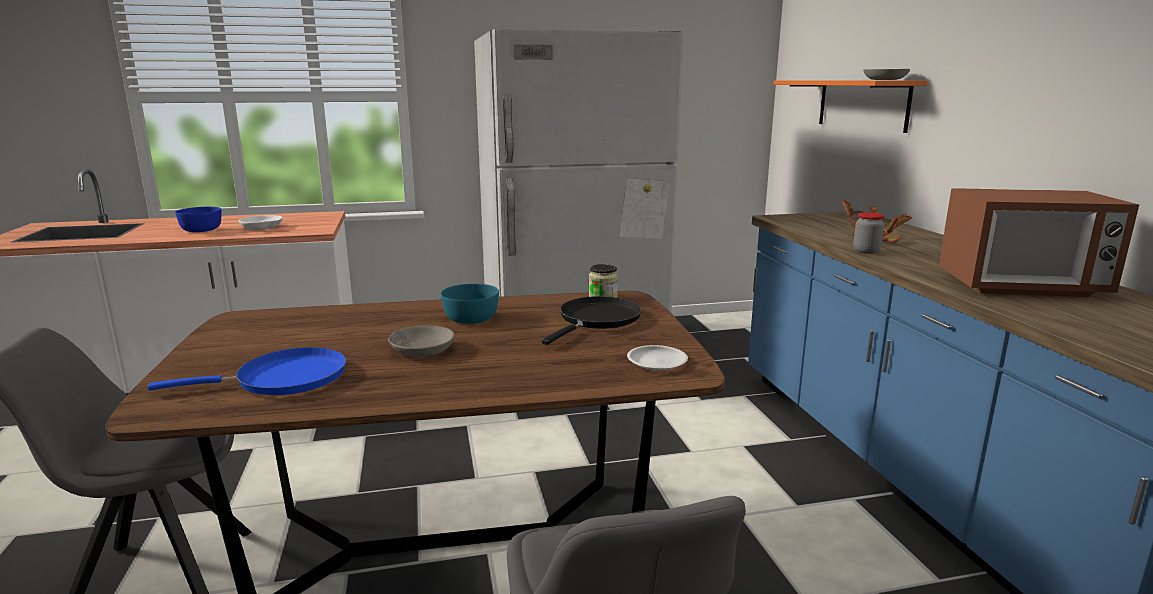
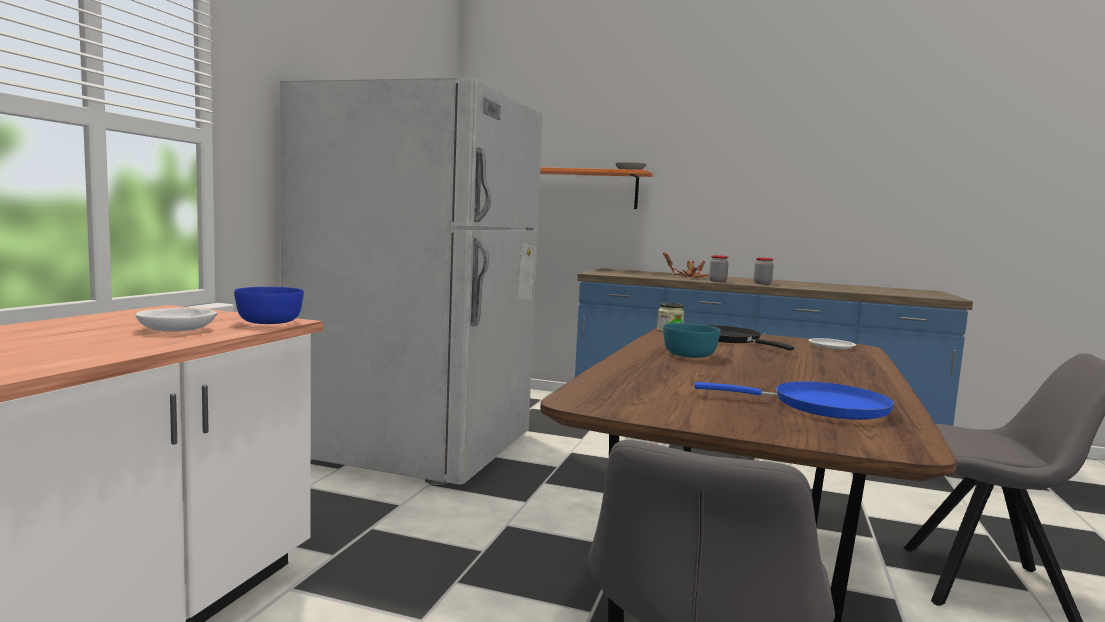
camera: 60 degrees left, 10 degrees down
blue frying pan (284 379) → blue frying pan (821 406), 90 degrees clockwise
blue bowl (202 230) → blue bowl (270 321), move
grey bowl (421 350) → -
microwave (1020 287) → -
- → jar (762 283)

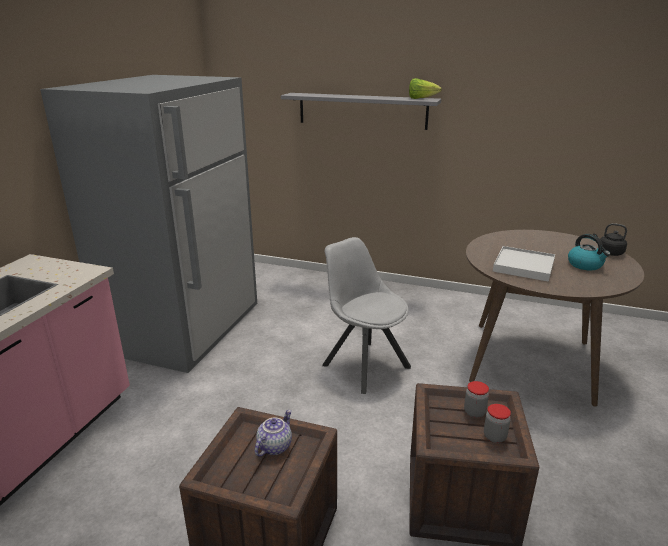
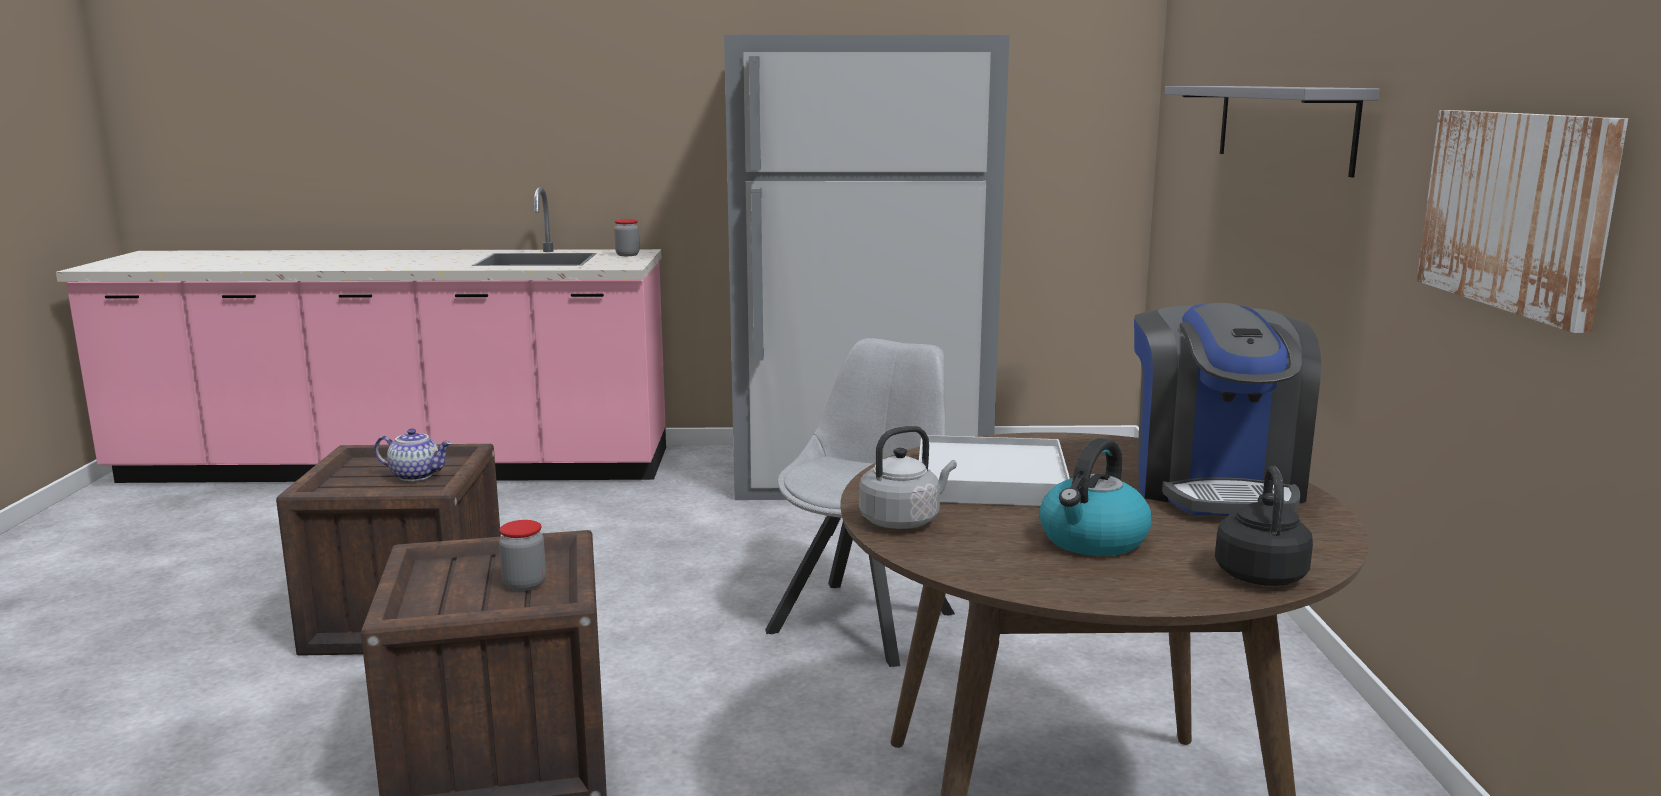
camera: 70 degrees right, 10 degrees down
lettuce (421 99) → -
jar (494 436) → jar (627 255), move
- → grey kettle (903 520)
- → coffee machine (1215 486)
- → picture (1516 210)

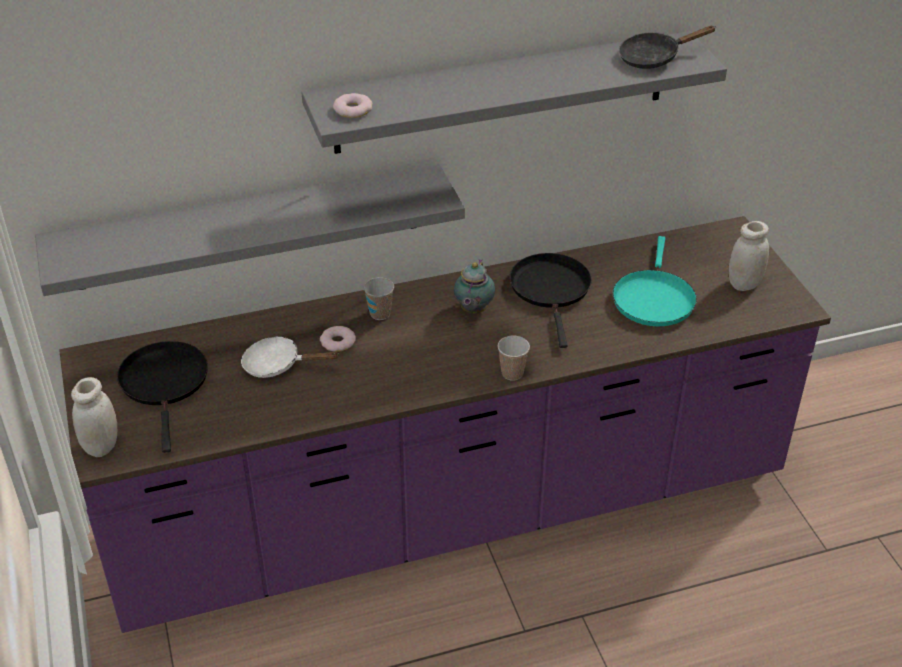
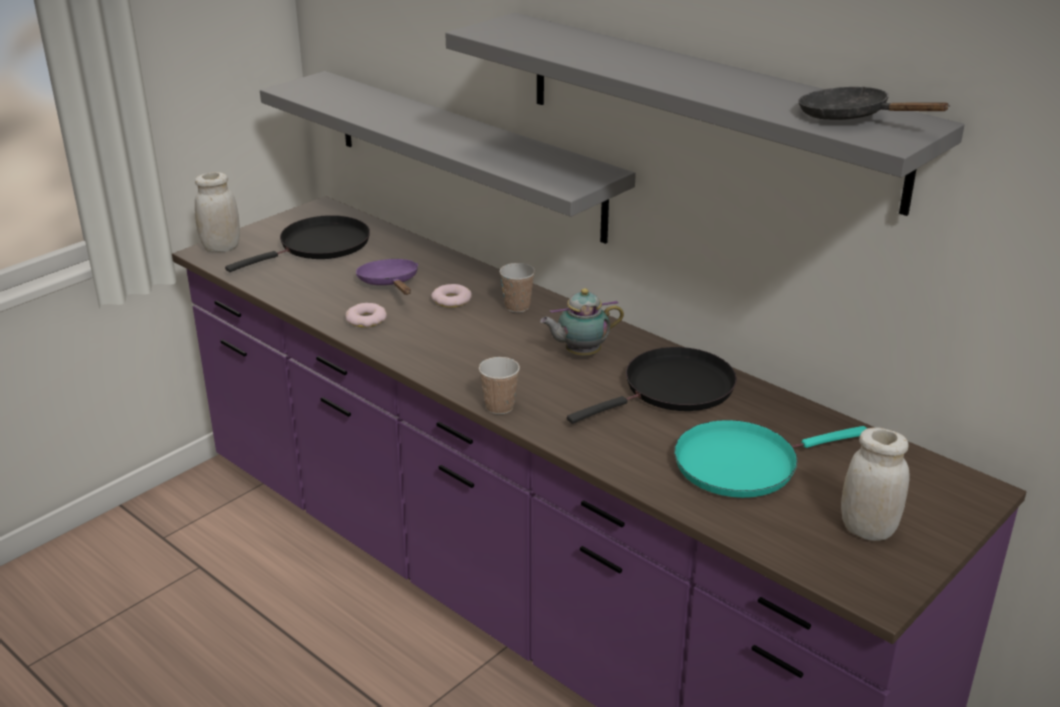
camera: 60 degrees right, 10 degrees down
white frying pan (278 365) → purple frying pan (390 283)
donut (353 109) → donut (366 319), move

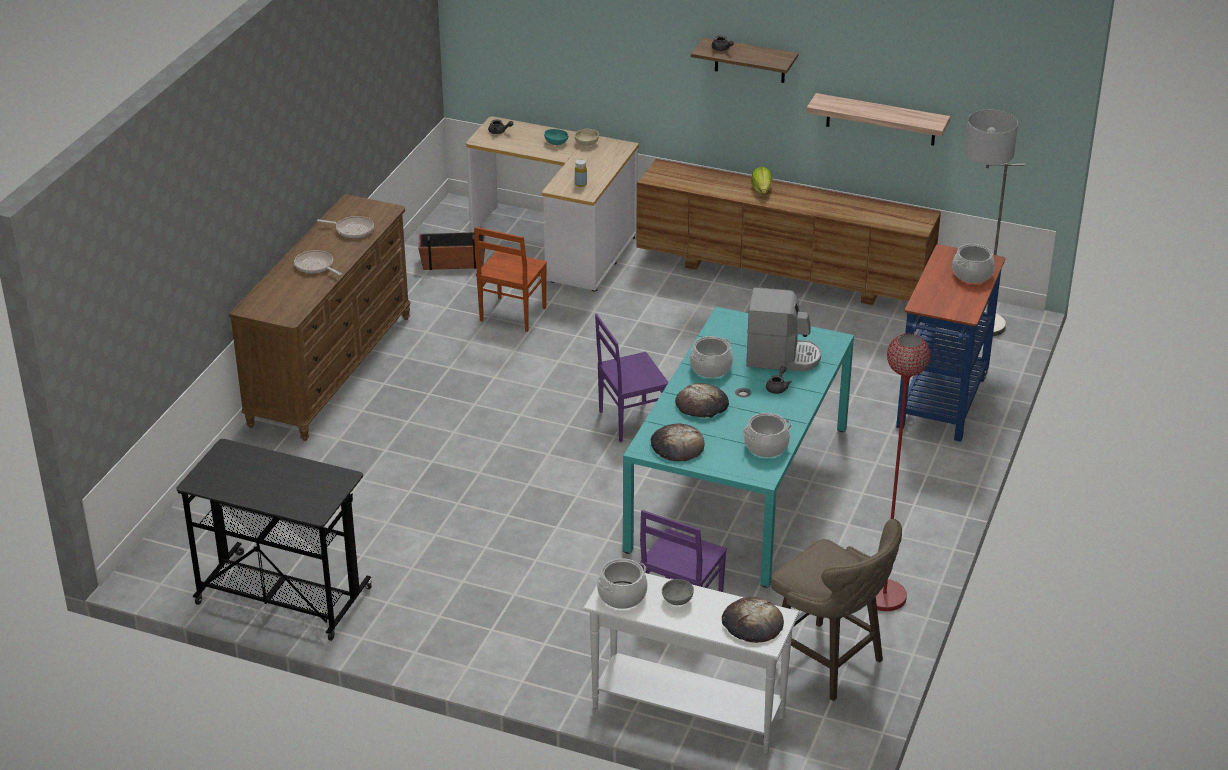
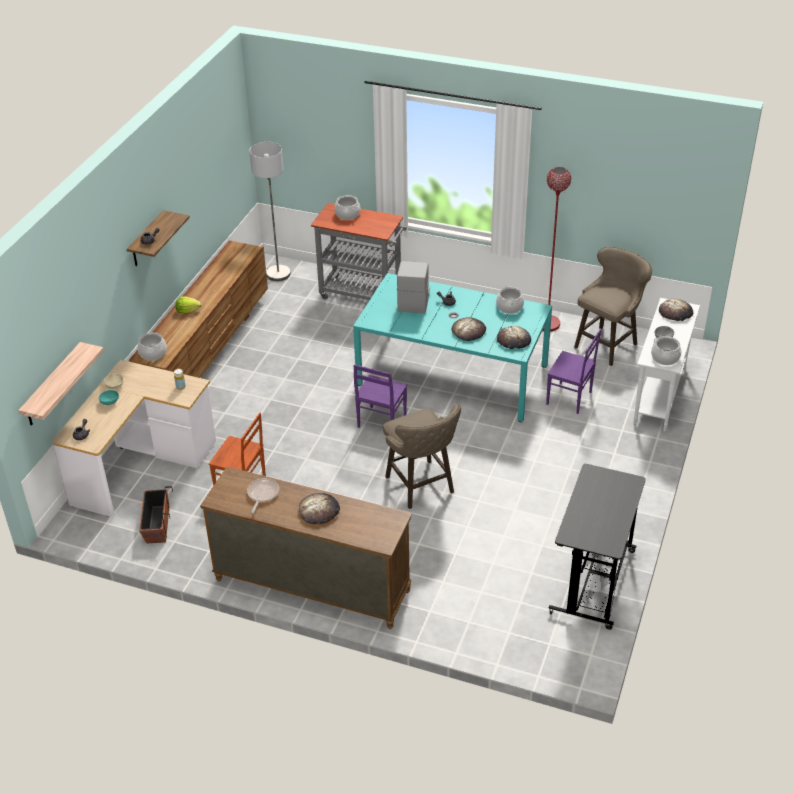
camera: 90 degrees left, 5 degrees up
frying pan (315 266) → bread (319 510)
purple chair (630 421) → purple chair (381 421), 45 degrees clockwise
cooking pot (711 368) → cooking pot (153 353), move
shelf (881 119) → shelf (52 385), move
blue cart (942 403) → grey cart (362 295)
- → beige stool (421 486)

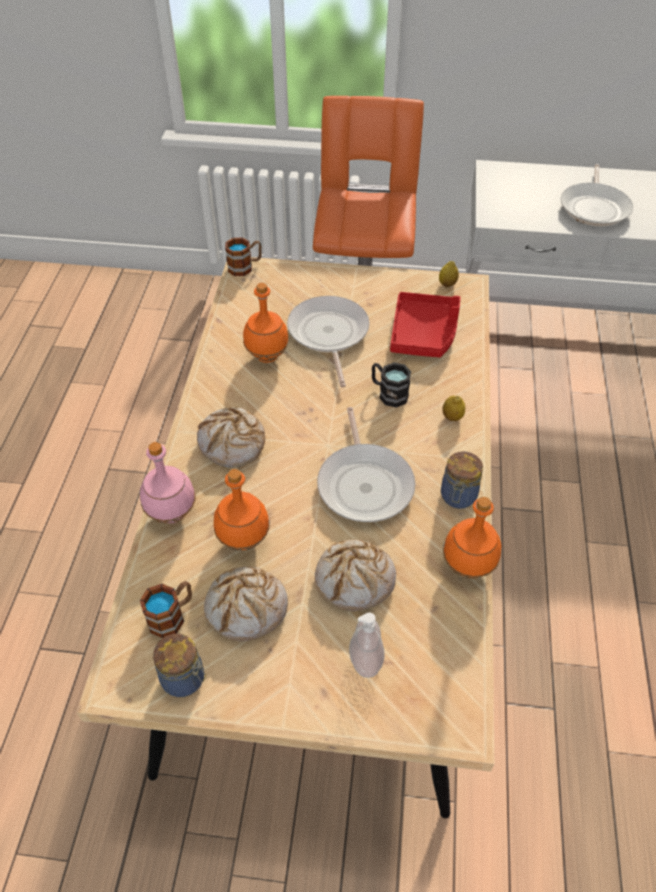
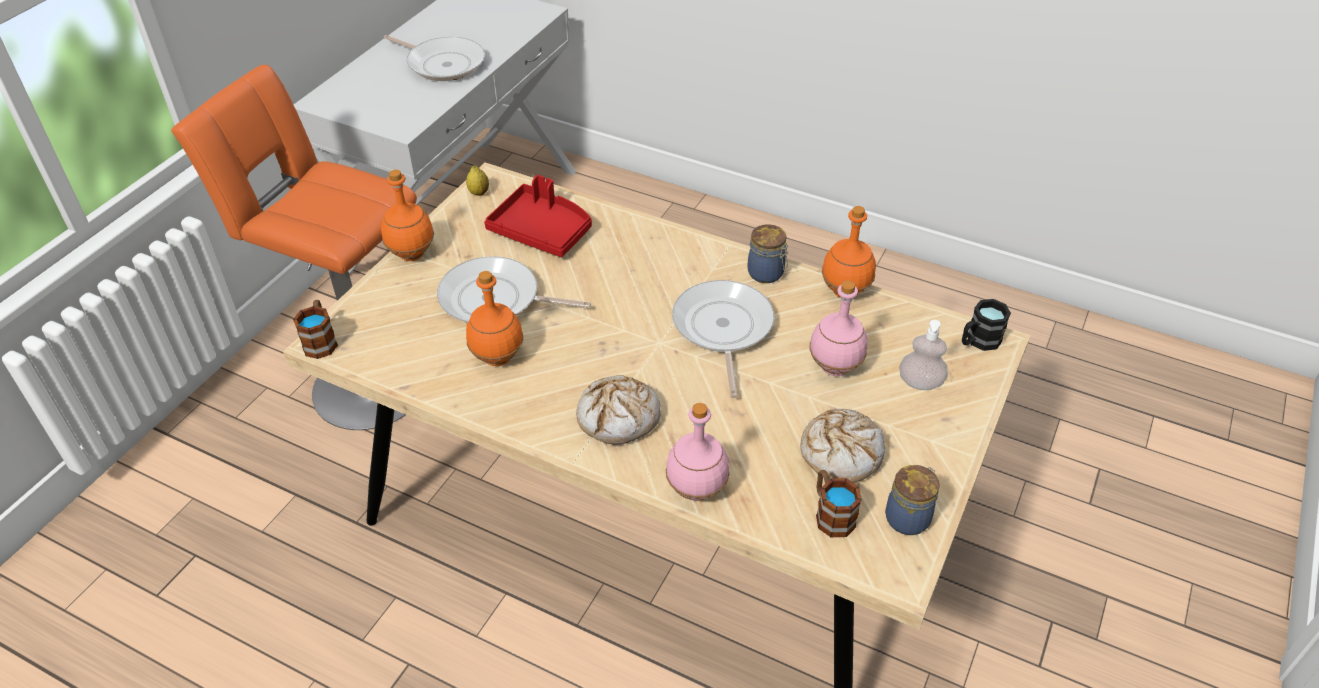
camera: 70 degrees left, 5 degrees down
orange bottle (244 540) → orange bottle (412 254), move
bread (355 580) → pink bottle (834 367)
frying pan (365 483) → frying pan (722 329), 105 degrees counterclockwise
black mug (388 393) → black mug (978 341), move
lemon (452 417) → -

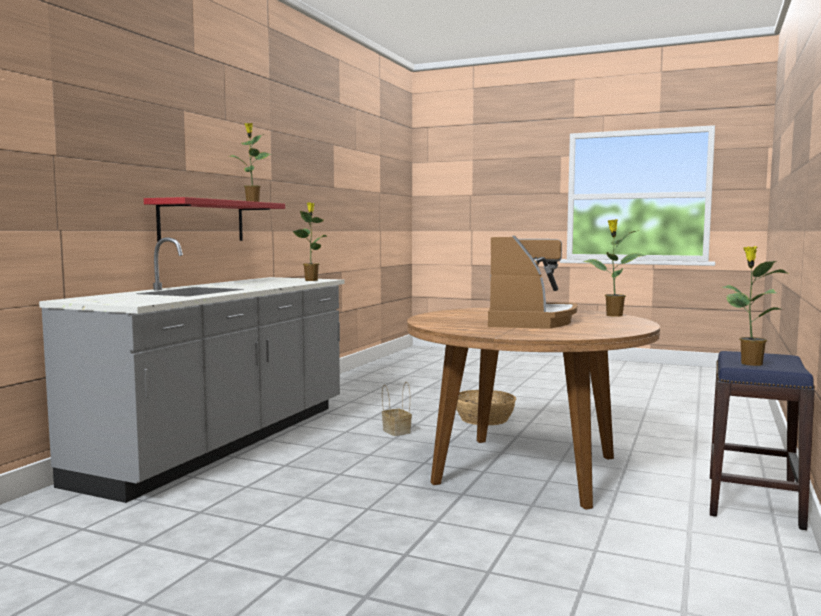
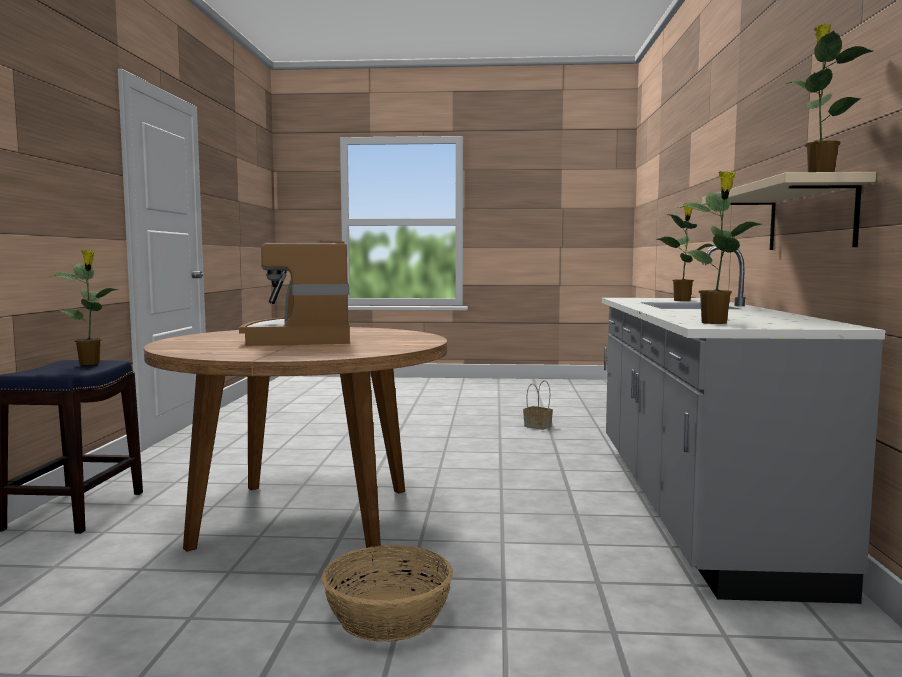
camera: 160 degrees right, 0 degrees up
red shelf (202 221) → beige shelf (810 217)
basket (395 431) → basket (538 426), move
potted plant (613 315) → potted plant (682 300), move

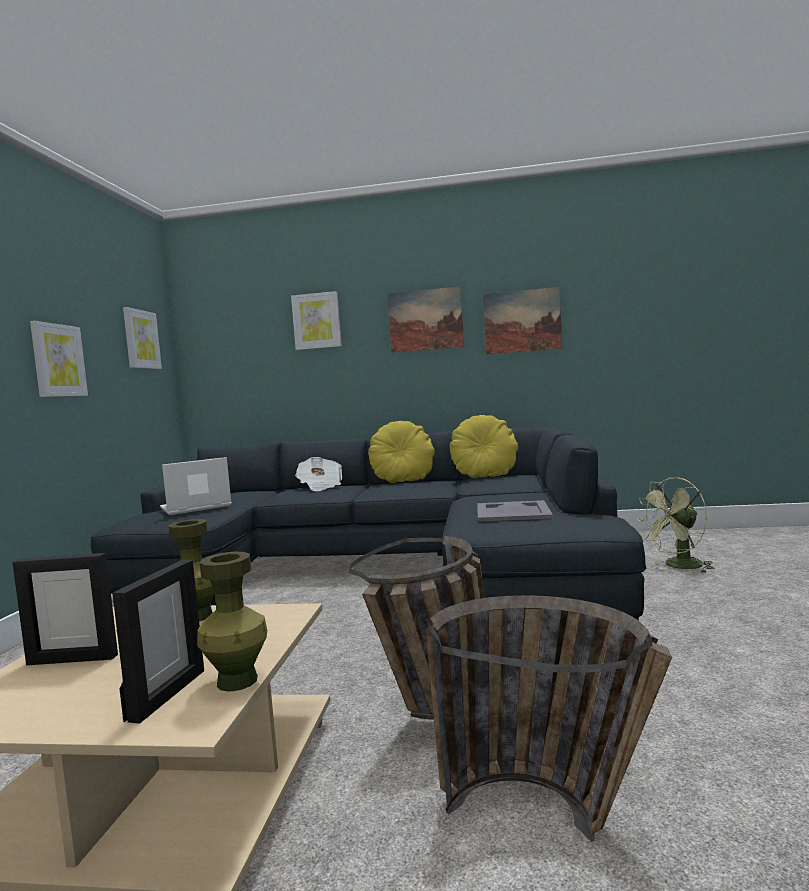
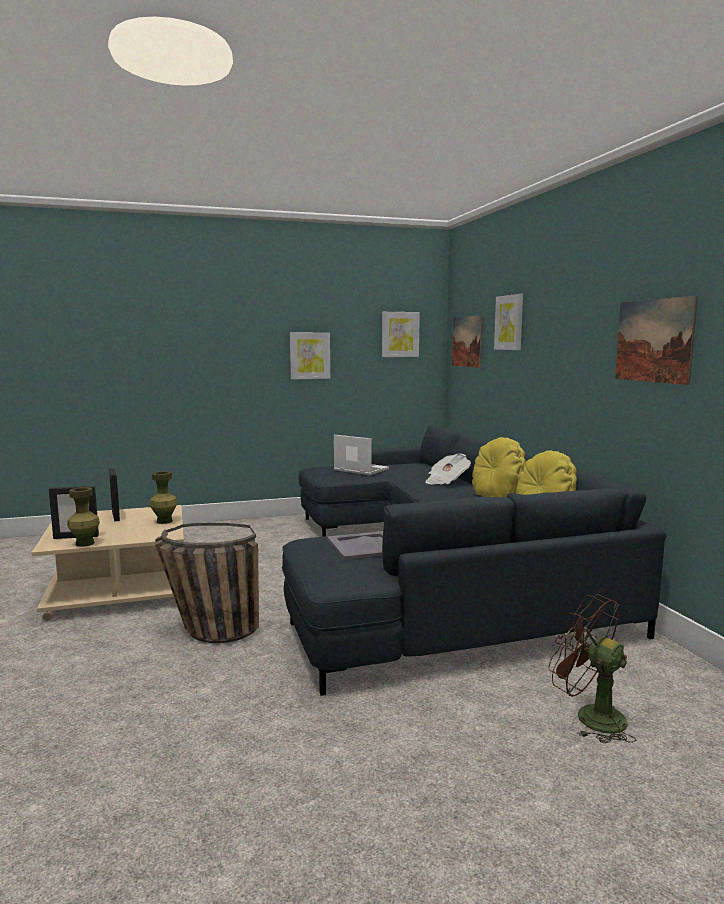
camera: 65 degrees right, 5 degrees up
picture (425 320) → picture (467 341), move
basket (553 816) → -
green fan (678 566) → brown fan (589 716)

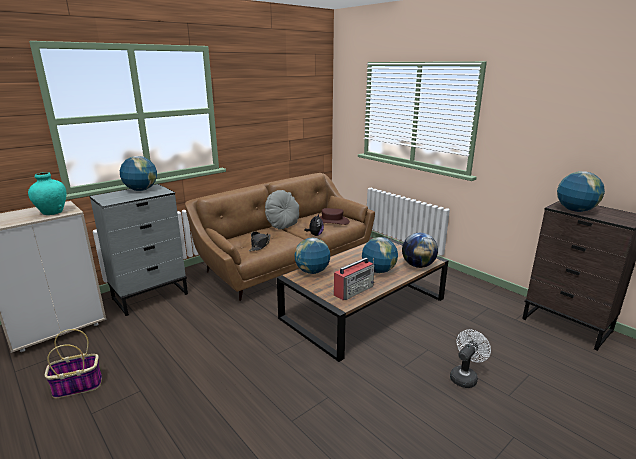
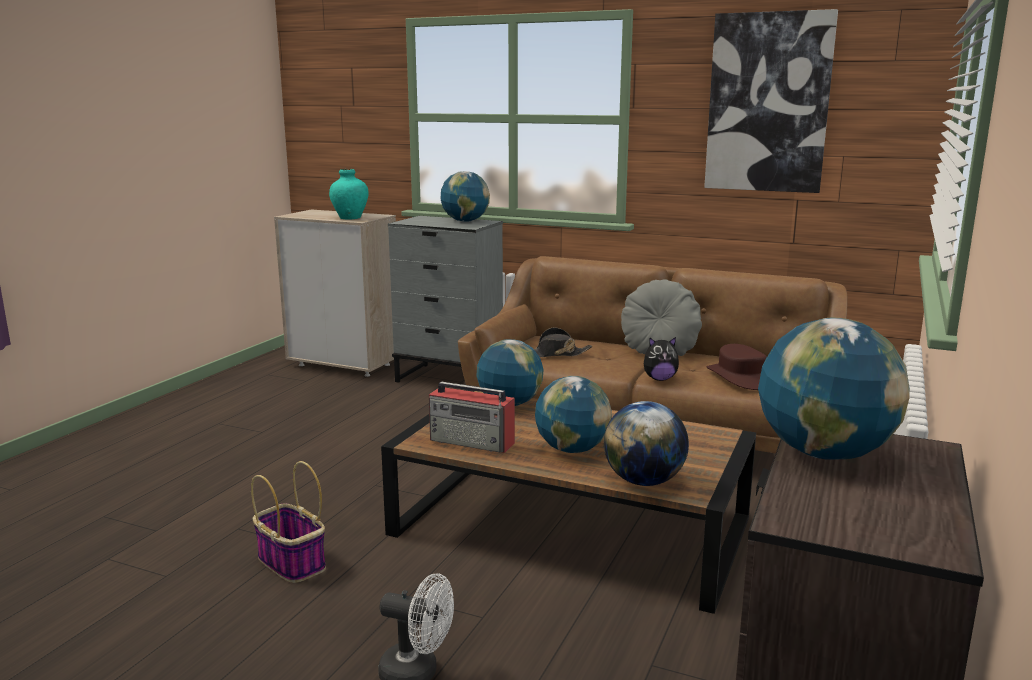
camera: 65 degrees right, 5 degrees down
basket (76 386) → basket (290 562), move
- → picture (768 103)

